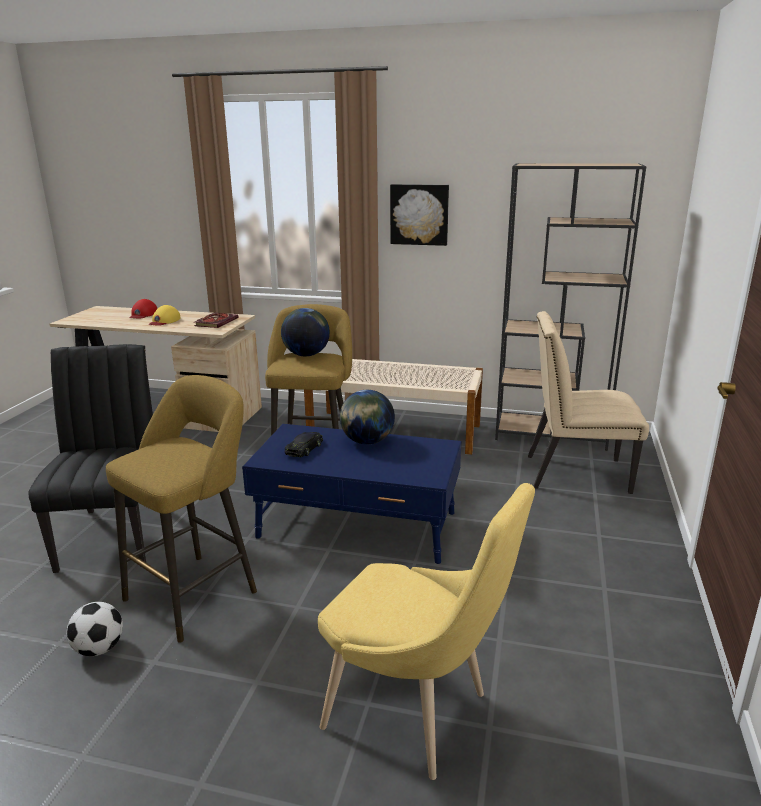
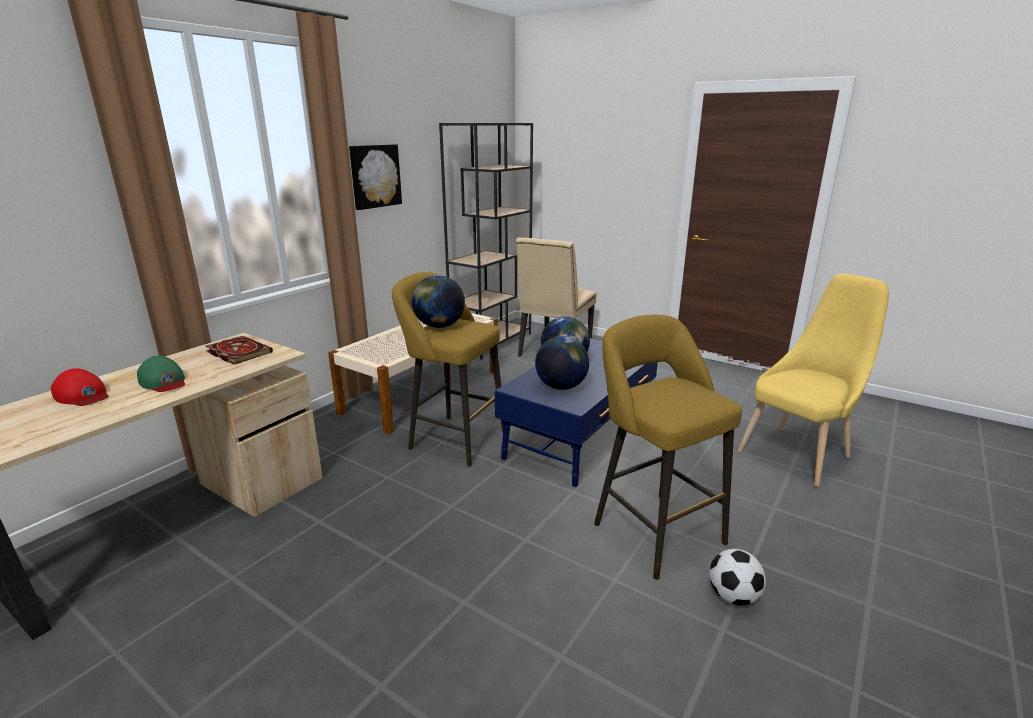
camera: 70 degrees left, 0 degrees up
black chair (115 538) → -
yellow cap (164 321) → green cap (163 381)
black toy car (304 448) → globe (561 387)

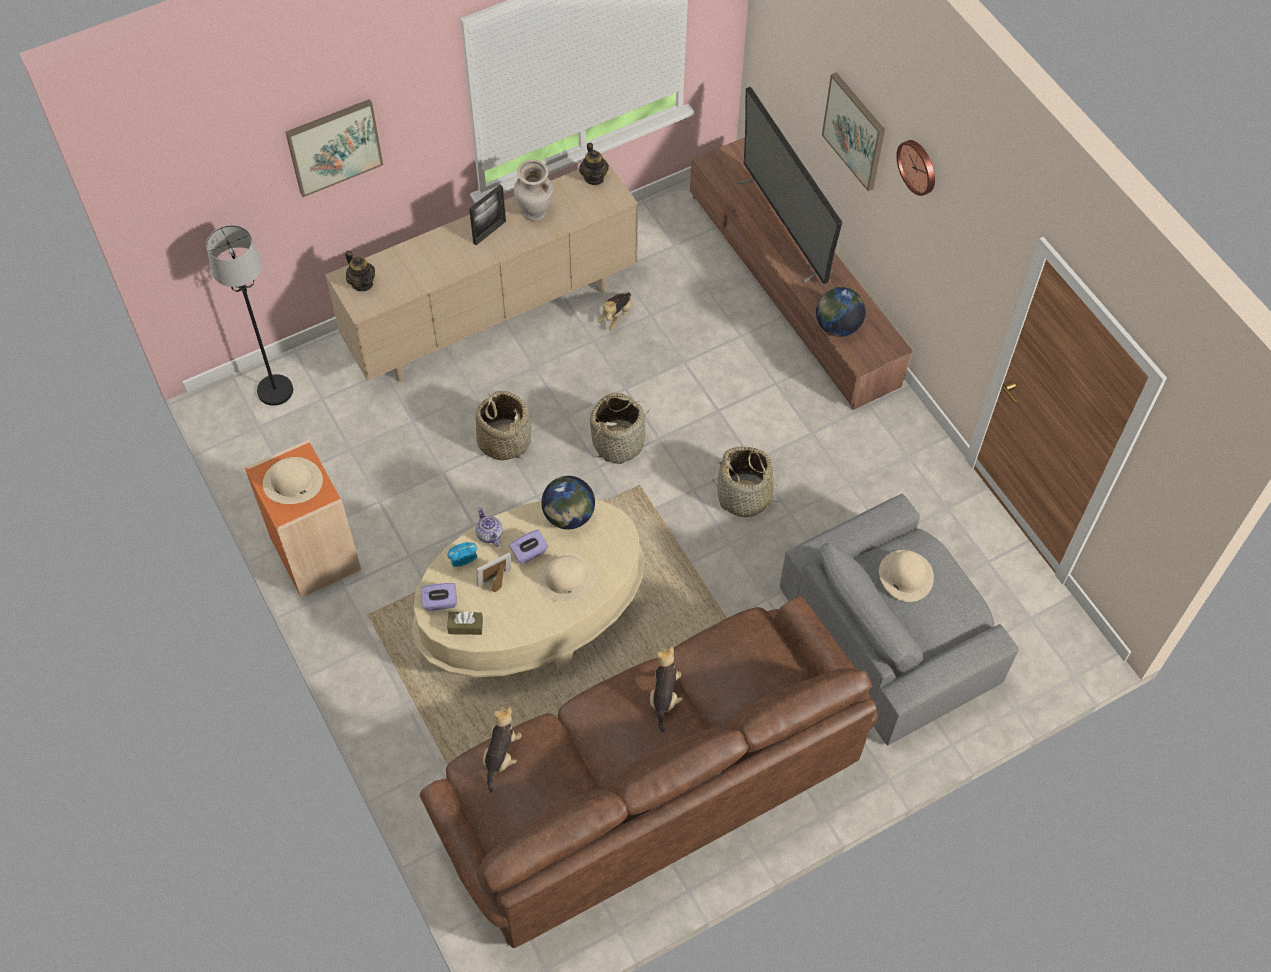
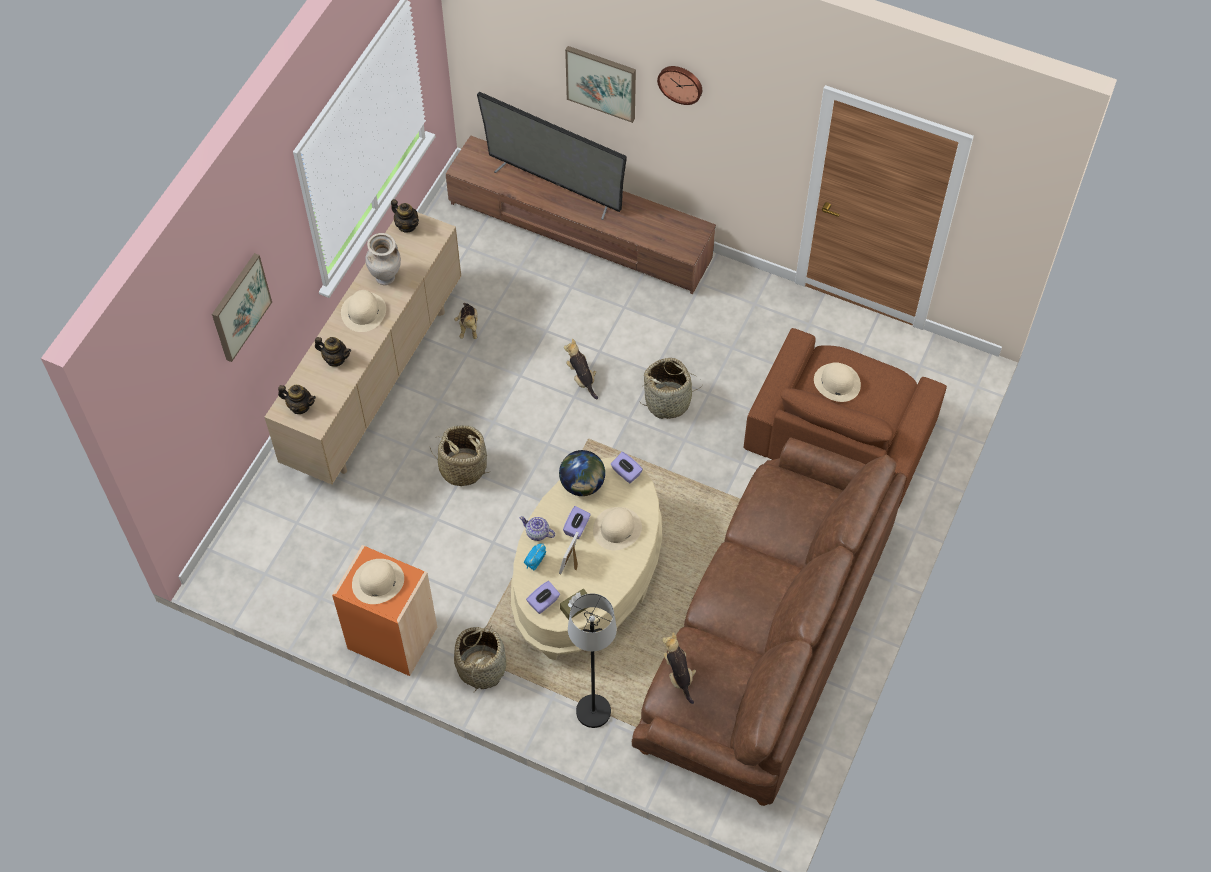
camera: 35 degrees left, 0 degrees up
black floor lamp (274 391) → black floor lamp (593 712), move
picture frame (489 232) → beige hat (363 311)
basket (618 442) → basket (482 667), move
plush toy (664 696) → plush toy (582 378), move
grey armchair (890 634) → brown armchair (840 433)
globe (837 326) → -
- → teapot (335 359)
- → purple tissue box (626 473)

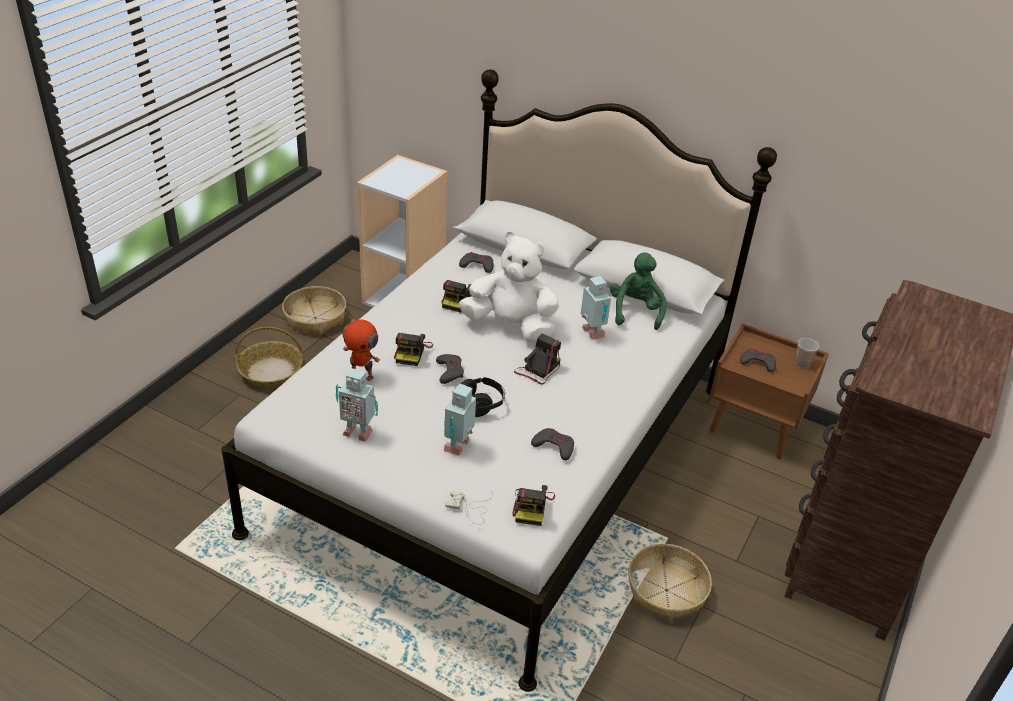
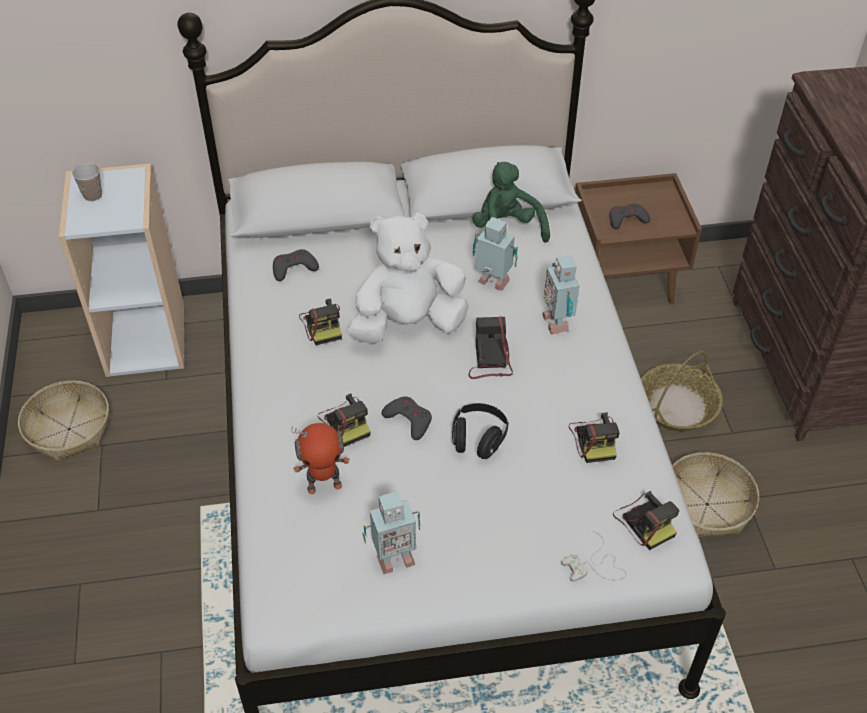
camera: 35 degrees left, 10 degrees up
basket (271 371) → basket (677 406), move
toy robot (459 446) → toy robot (557 322), move
grey game controller (554 446) → photo camera (594 439)
cup (802 363) → cup (92 195), move

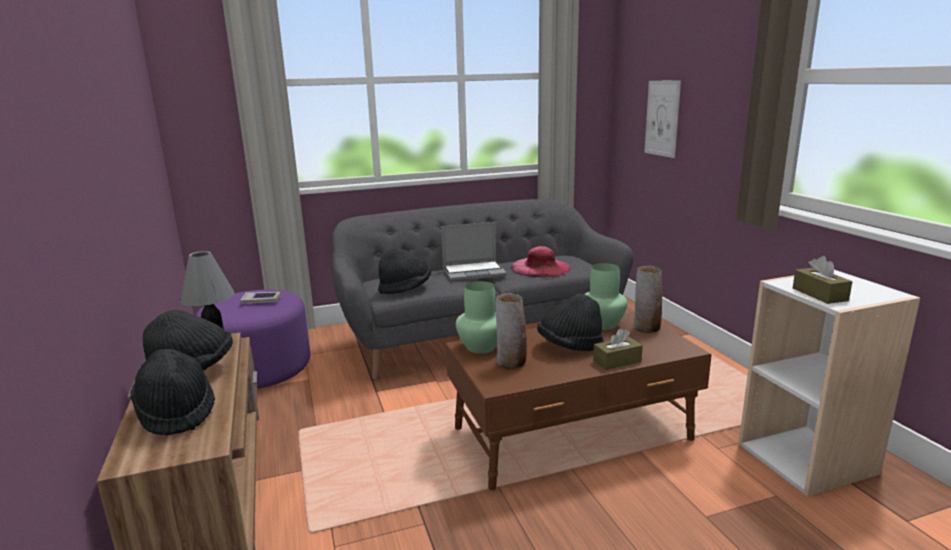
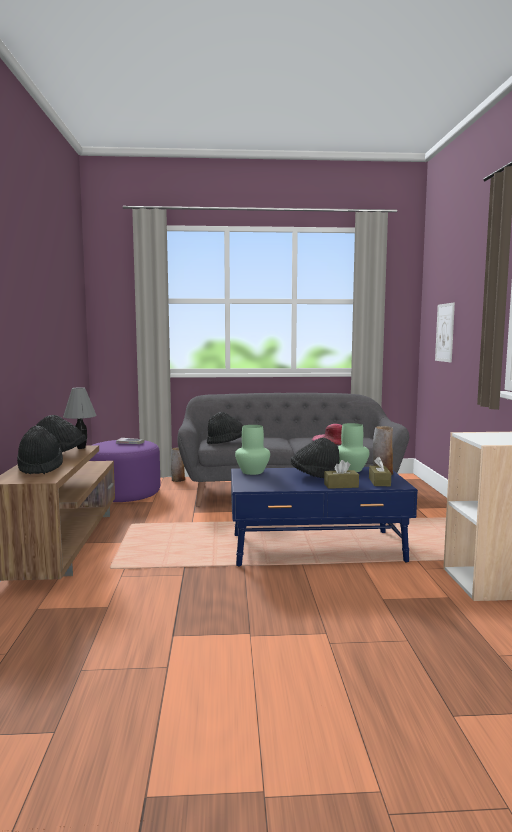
camera: 15 degrees right, 10 degrees down
laptop (474 272) → -
brown coffee table (572 434) → blue coffee table (317 548)
vase (511 363) → vase (178 480), move
brown tissue box (819 294) → brown tissue box (379 482), move

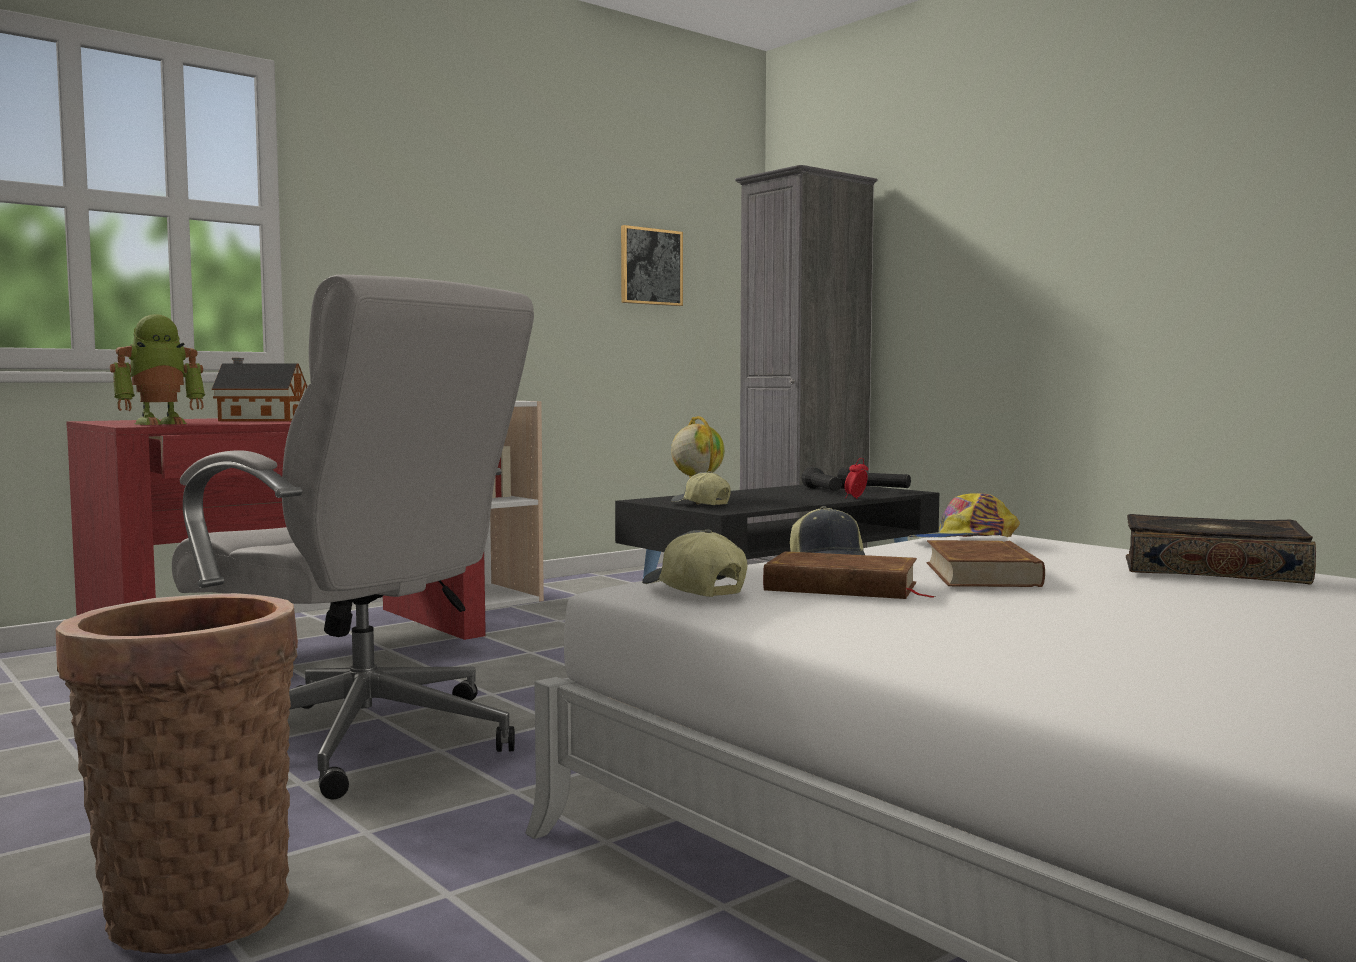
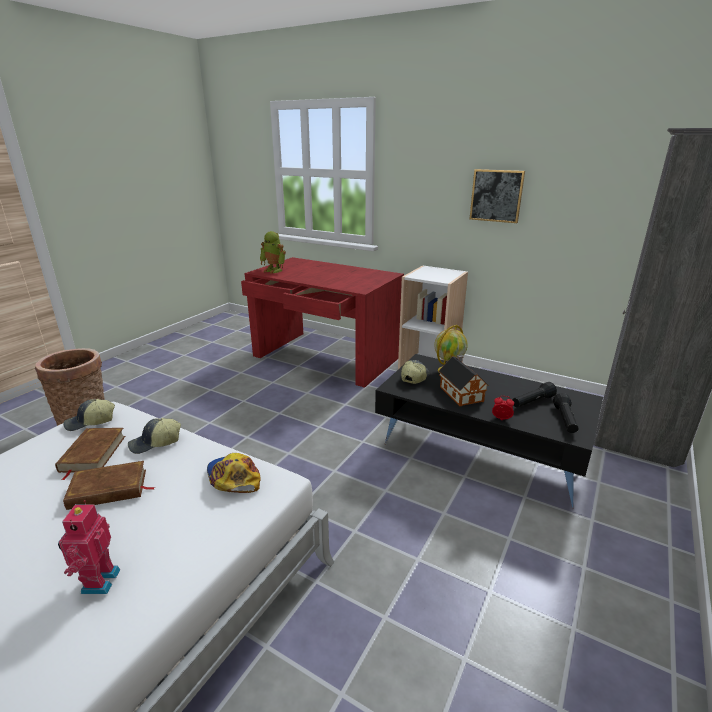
camera: 70 degrees right, 20 degrees up
grey office chair (365 739) → -
toy house (259 420) → toy house (460 393), move
picture (650 266) → picture (496 195), move
cap (693 591) → cap (90 422), 150 degrees counterclockwise
book (1212 571) → toy robot (98 581)

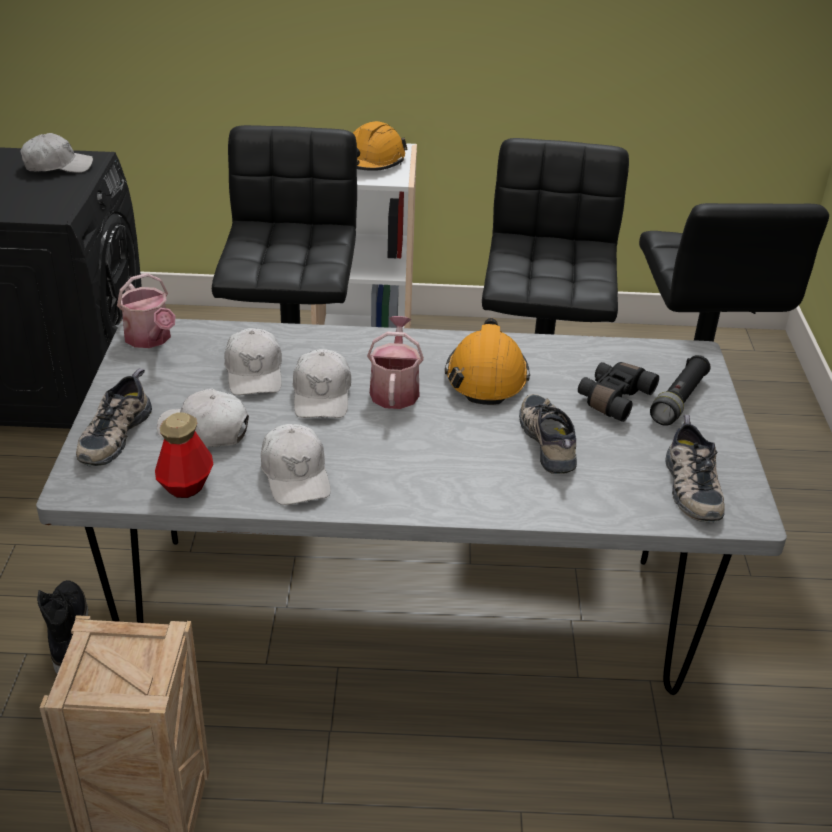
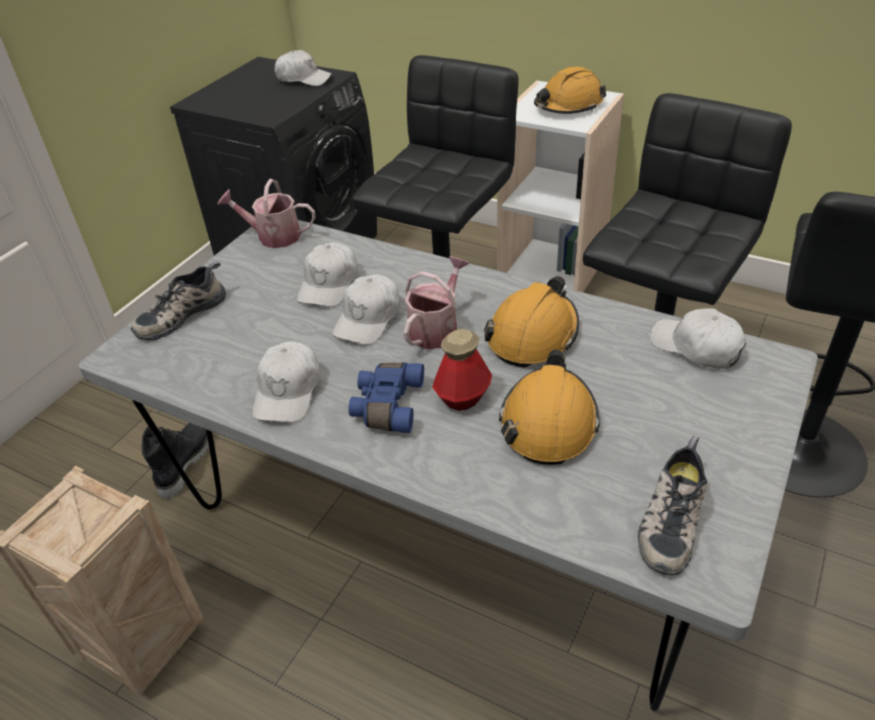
camera: 30 degrees right, 5 degrees up
watering can (150 339) → watering can (273 236), 105 degrees clockwise
bottle (186 486) → bottle (462 398), move
white cap (205 430) → white cap (696 347), move
shoe (550 441) → orange hard hat (548 422)
black binoculars (613 398) → -
black flashlight (679 400) → -
- → blue binoculars (386 405)

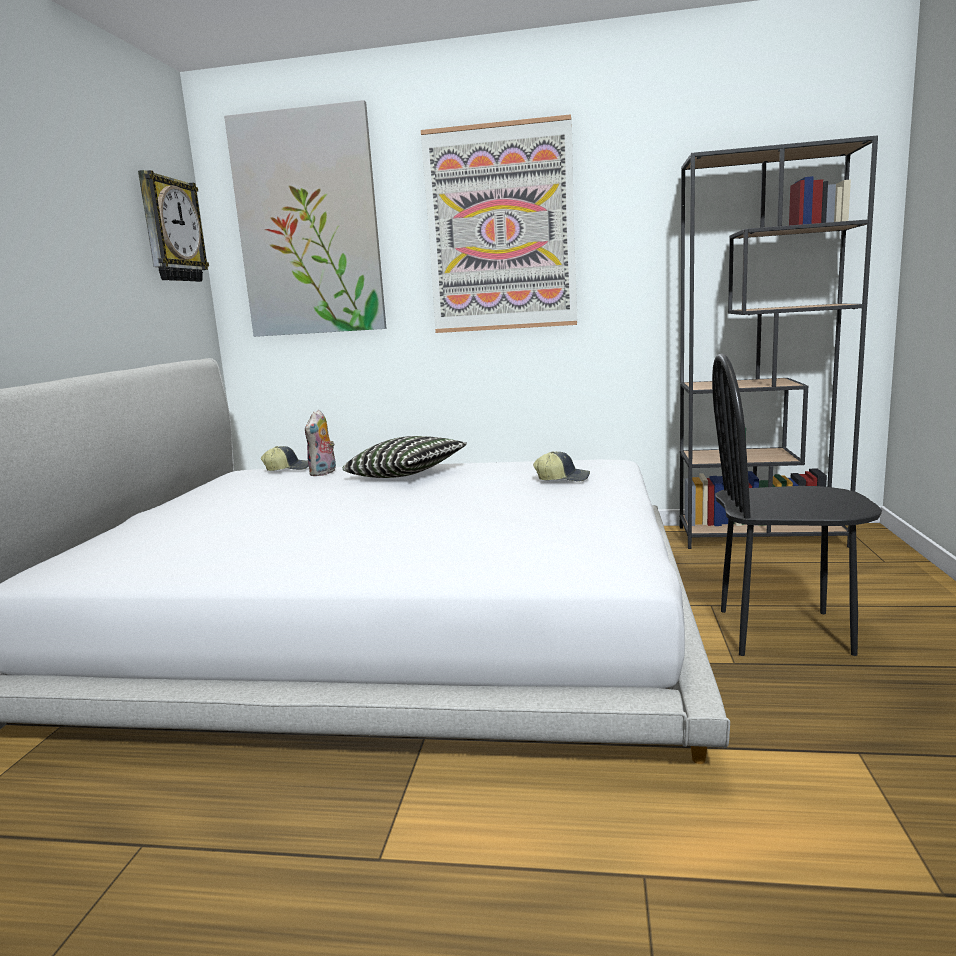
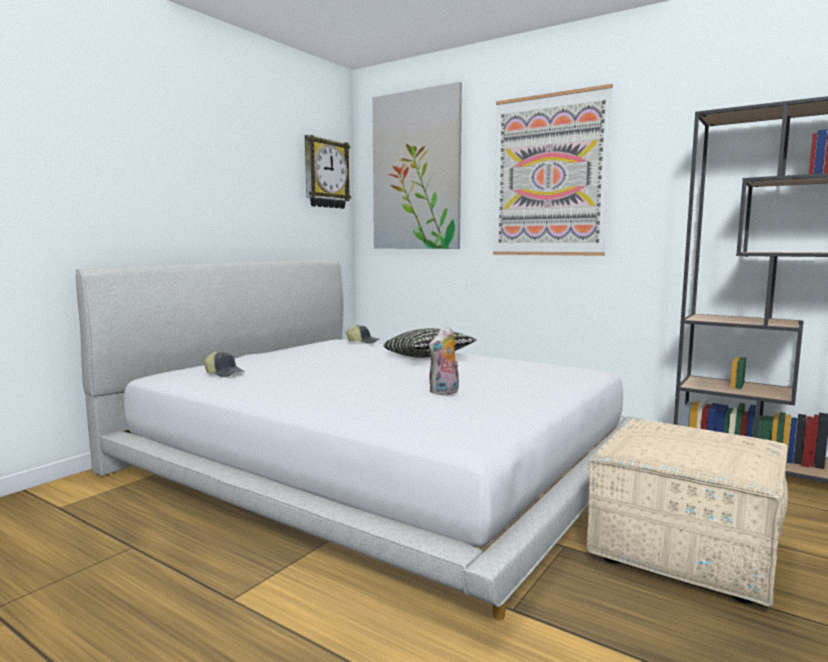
camera: 25 degrees right, 5 degrees down
plush toy (323 473) → plush toy (444 393), move
cap (563 478) → cap (225 373), move
black chair (783 632) → beige ottoman (684 549)

